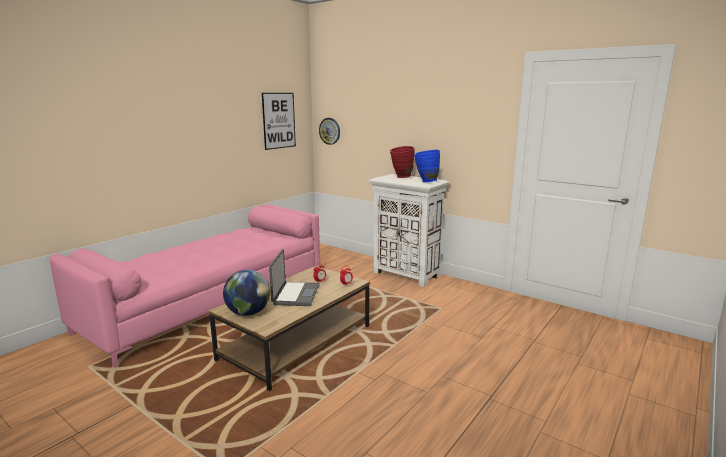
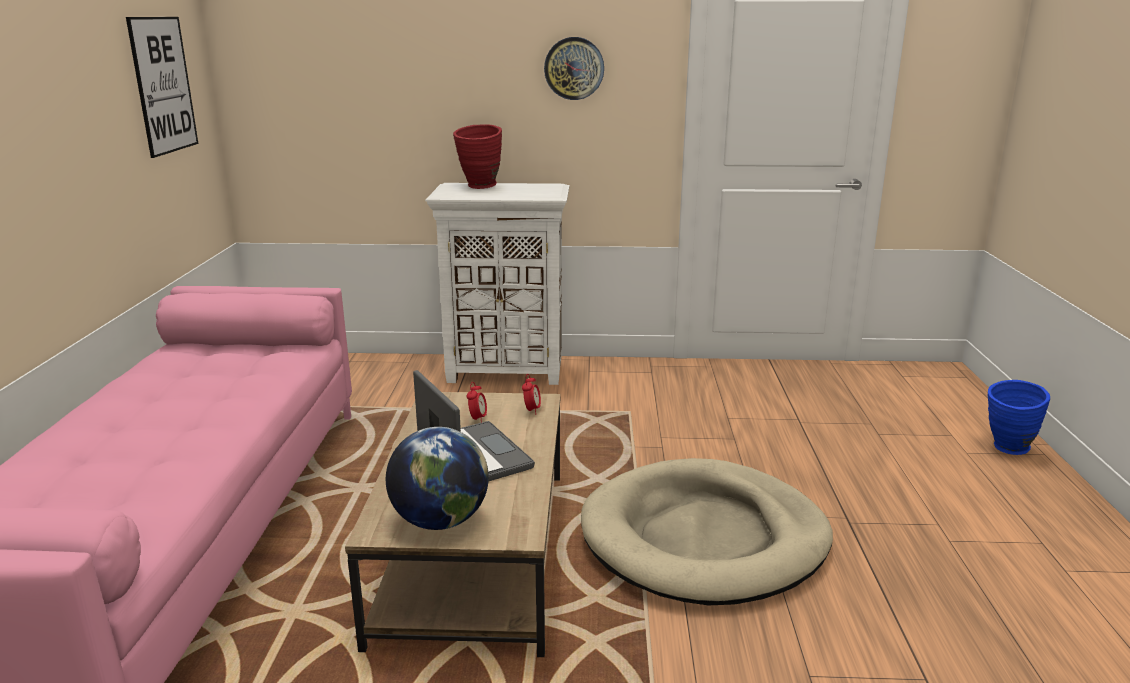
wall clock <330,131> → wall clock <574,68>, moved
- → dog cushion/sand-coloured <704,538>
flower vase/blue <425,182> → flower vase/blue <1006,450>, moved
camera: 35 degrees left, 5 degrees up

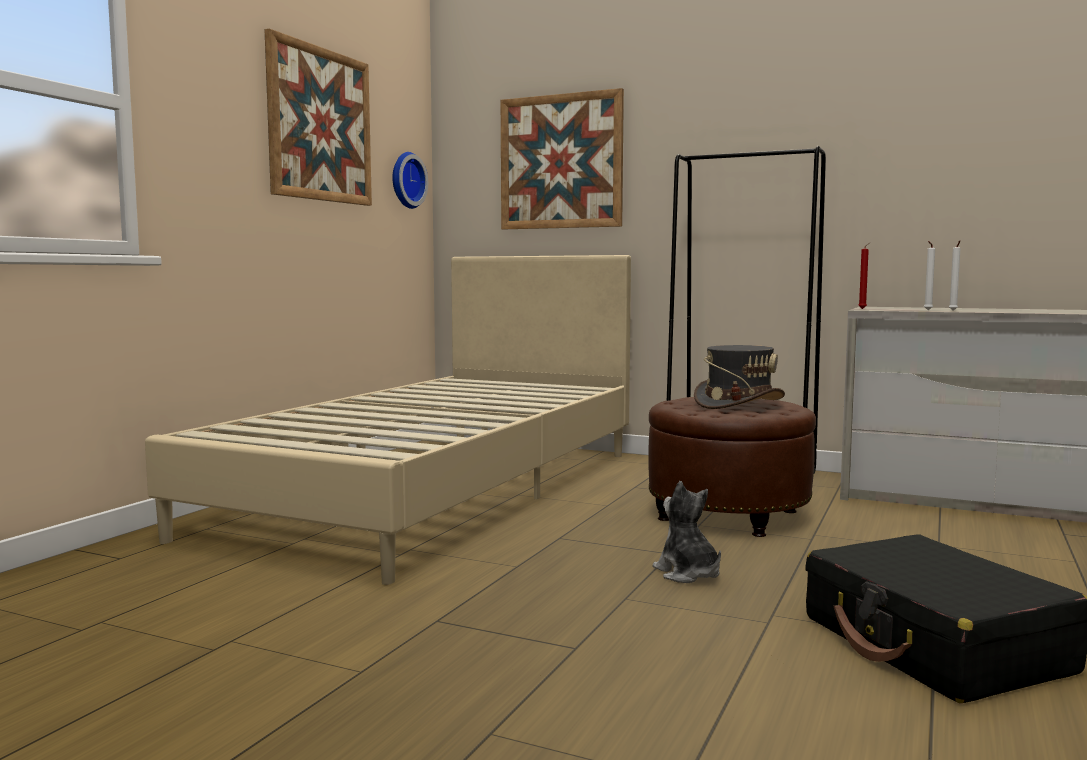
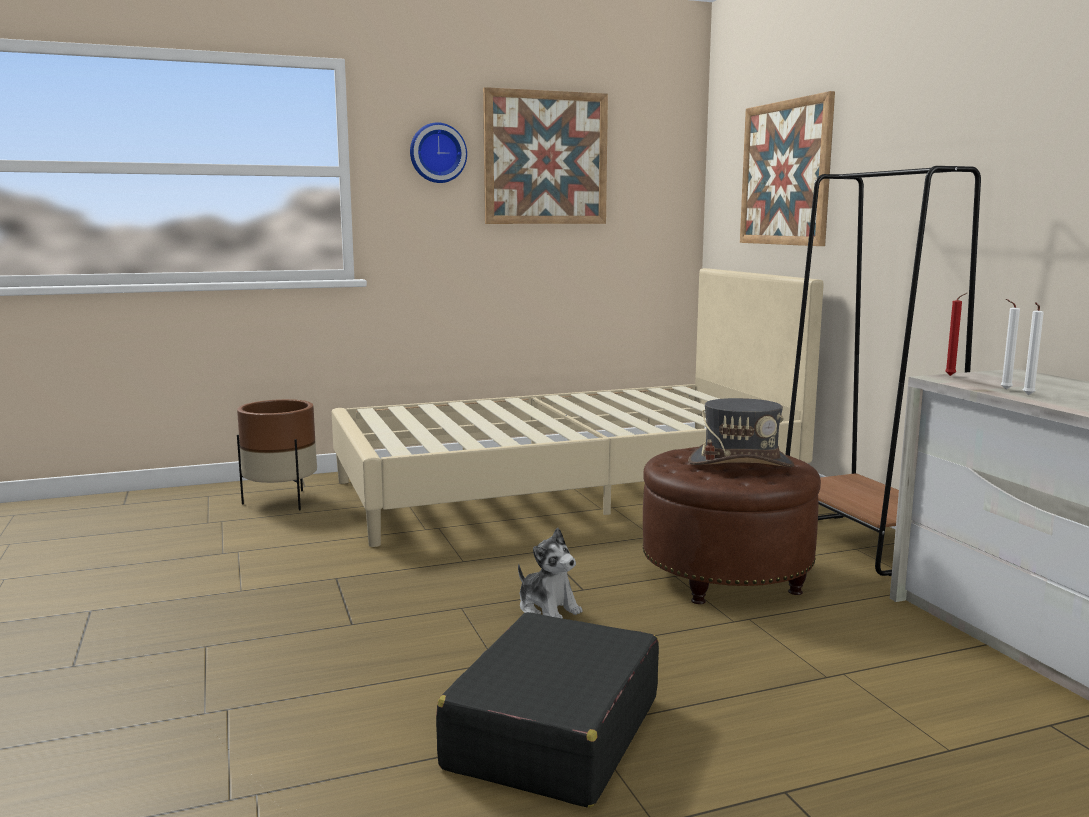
- → plant pot/brownish <281,501>
wall clock <405,180> → wall clock <437,153>, moved
soft toy <687,574> → soft toy <548,608>, 120 degrees clockwise
camera: 45 degrees right, 5 degrees up

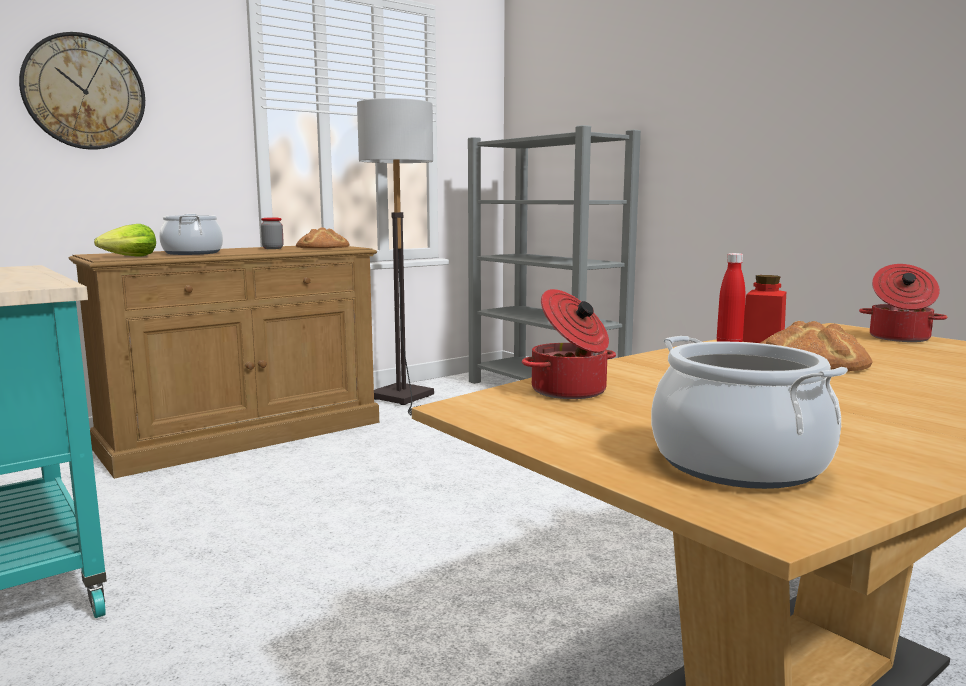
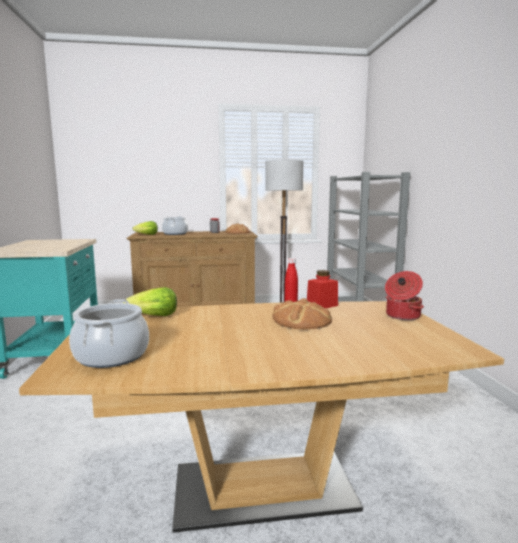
saucepot <570,391> → head of lettuce <153,316>
wall clock <84,92> → -
camera: 30 degrees right, 0 degrees up

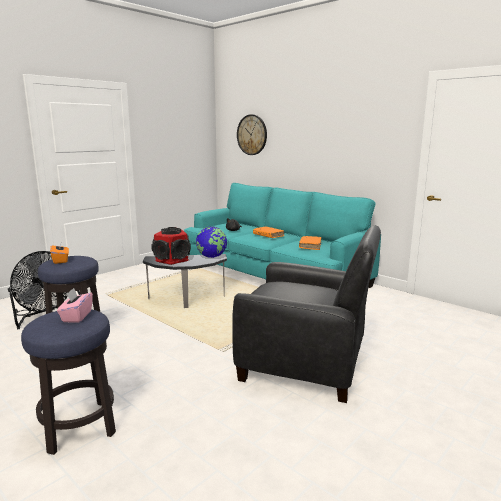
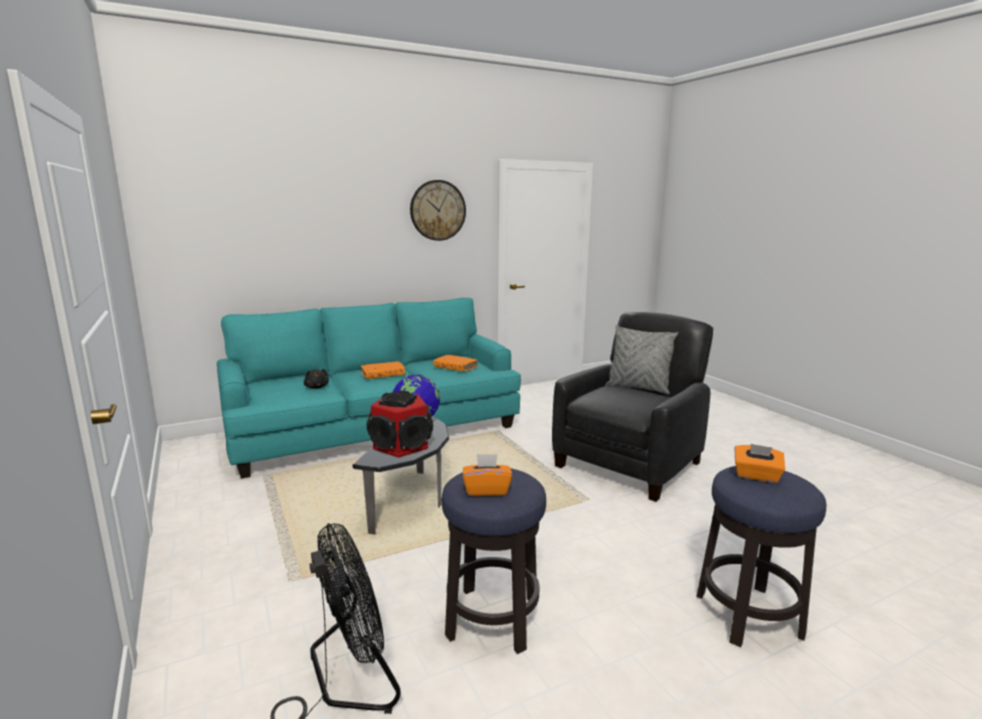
wall clock <252,135> → wall clock <438,210>, moved
- → throw pillow/grey <638,388>
tissue holder/pinkish <76,316> → tissue holder/orangey <756,476>
camera: 70 degrees left, 0 degrees up

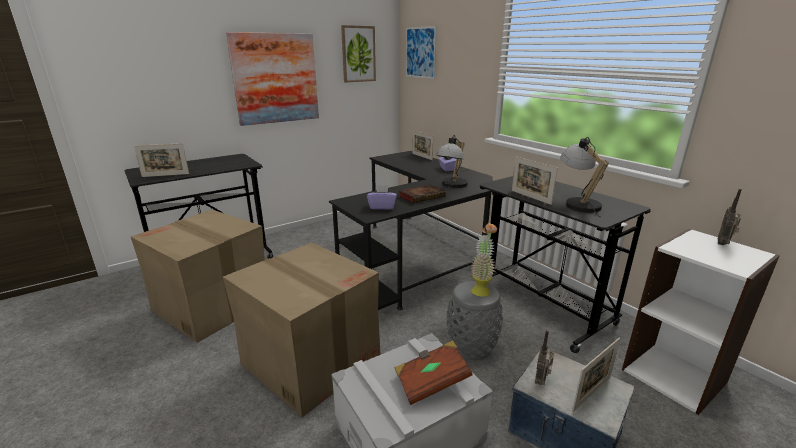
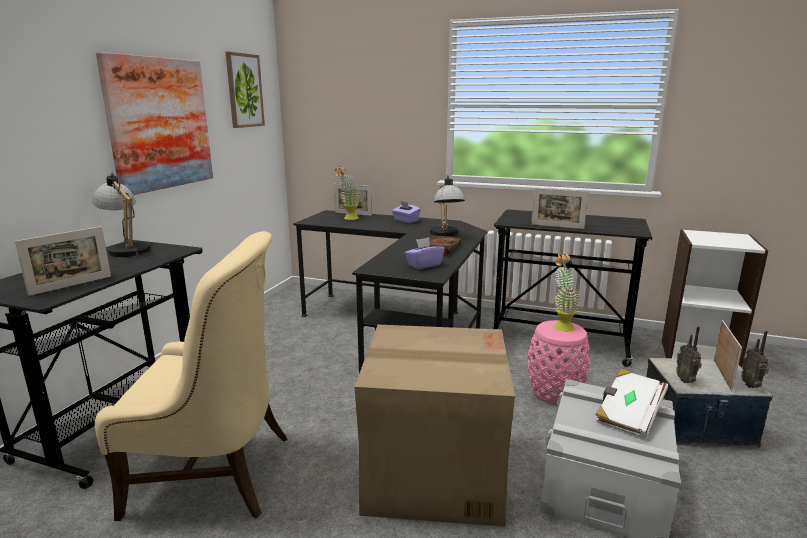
lamp for a table <577,203> → lamp for a table <126,249>, moved
carton <213,306> → chair/sand-coloured <214,472>
- → potted plant <348,219>
stool/grey <471,346> → stool/pinkish <554,393>
book/brownish <431,382> → book/white <628,415>
radio receiver <723,244> → radio receiver <751,385>, moved
picture <420,52> → -
camera: 35 degrees left, 5 degrees down

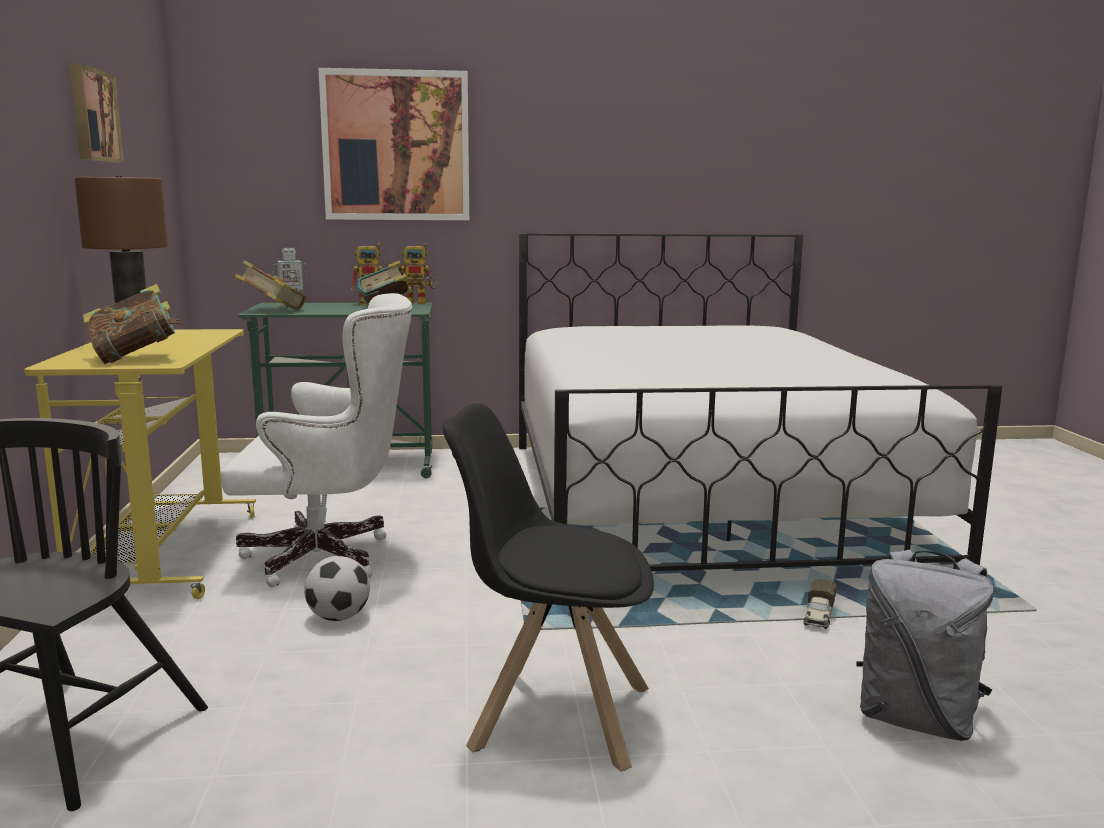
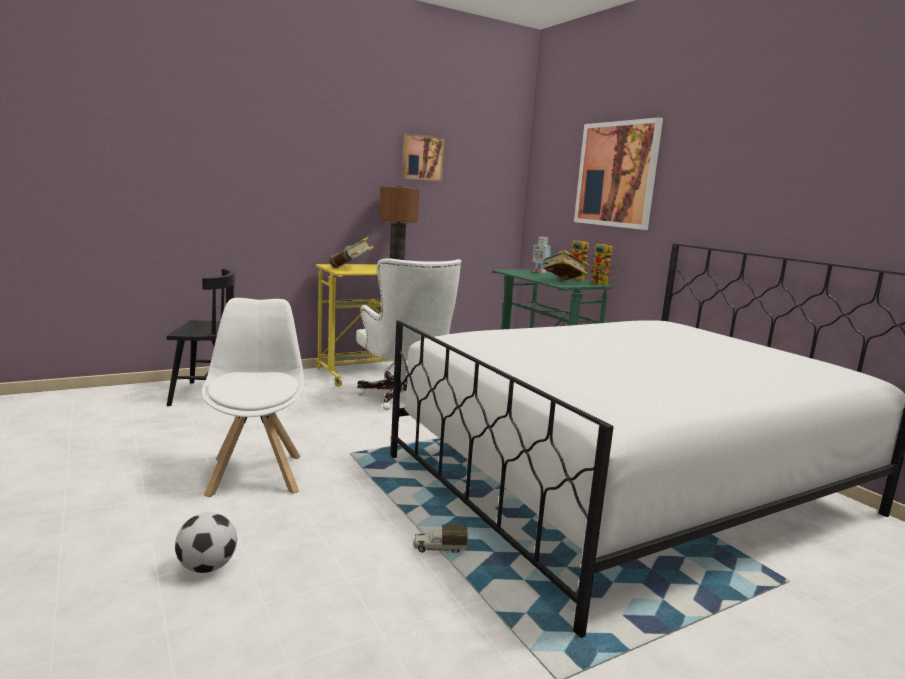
football ball <338,617> → football ball <207,567>, moved
chair/black-coloured <551,715> → chair/white <256,472>
book <272,310> → -
rucksack/grey <916,719> → -
camera: 65 degrees right, 0 degrees up

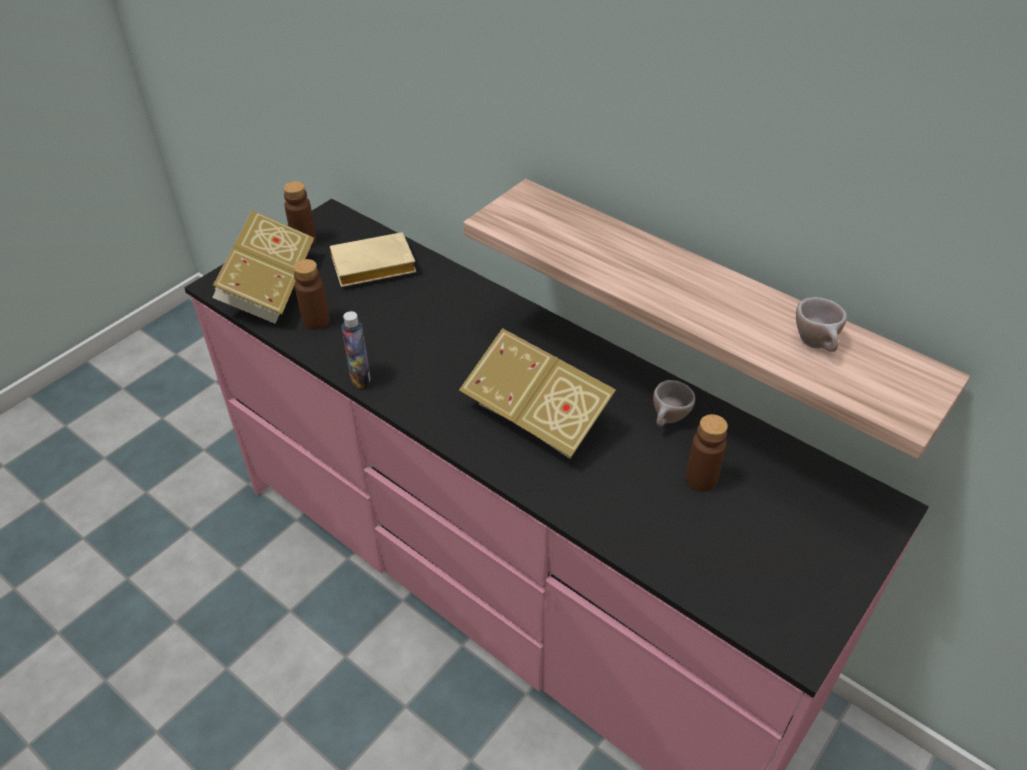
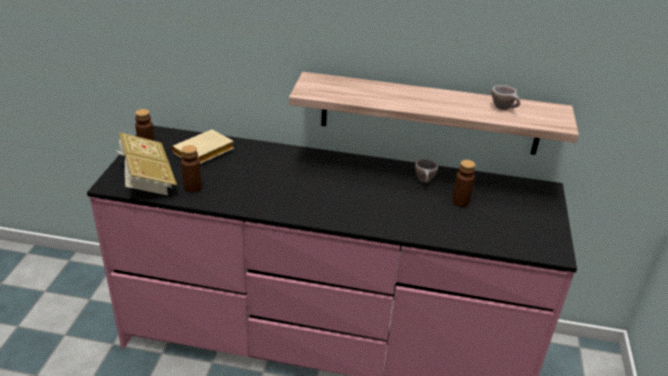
bottle <360,378> → -
book <537,416> → -
camera: 30 degrees left, 10 degrees down

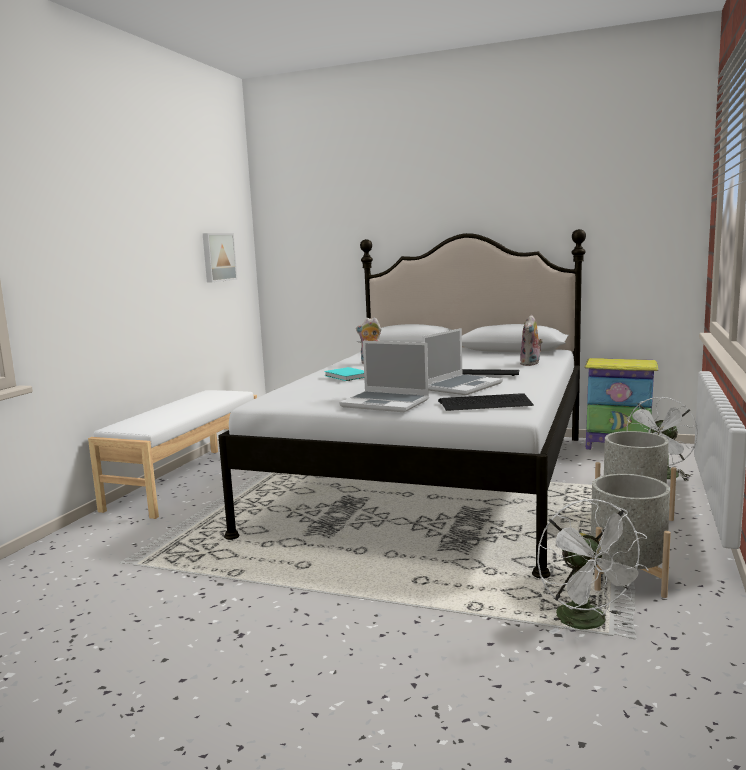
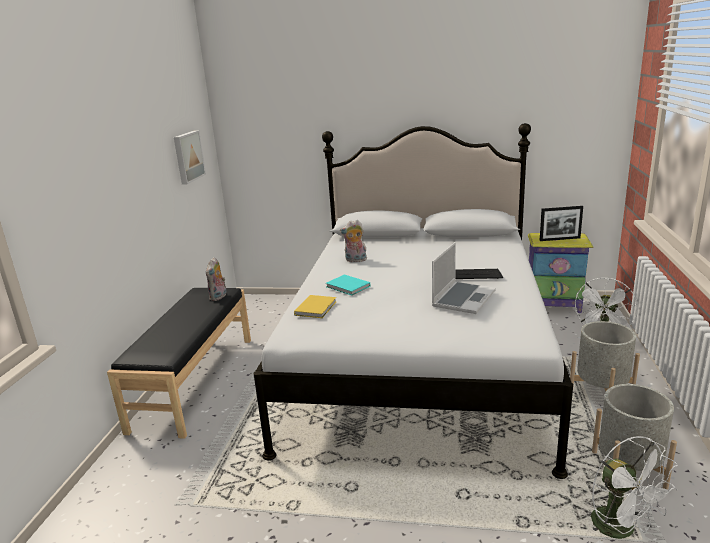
indoor bench/white <187,480> → indoor bench/black-coloured <194,381>
soft toy <531,364> → soft toy <219,297>, moved
- → book/yellow <317,308>
- → standing frame <559,239>
laptop <386,403> → -
computer keyboard <485,404> → -
camera: 10 degrees left, 10 degrees up

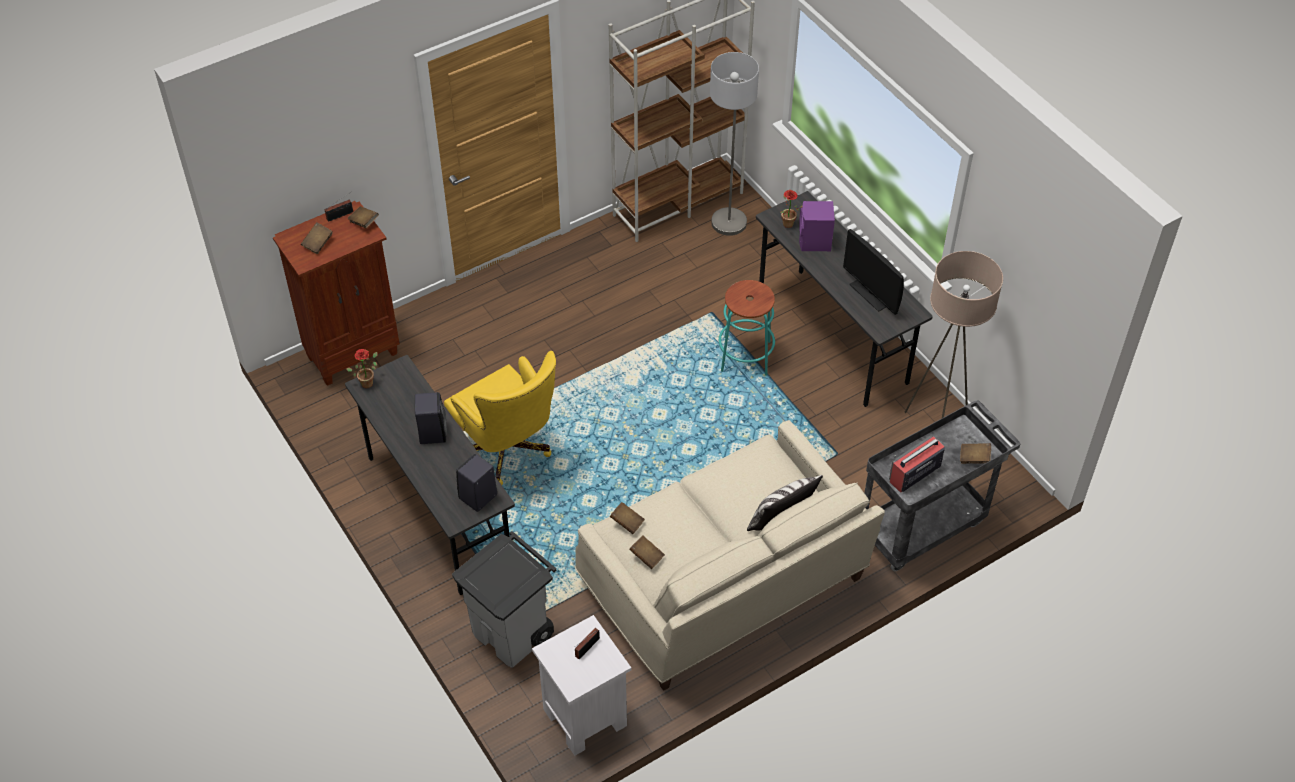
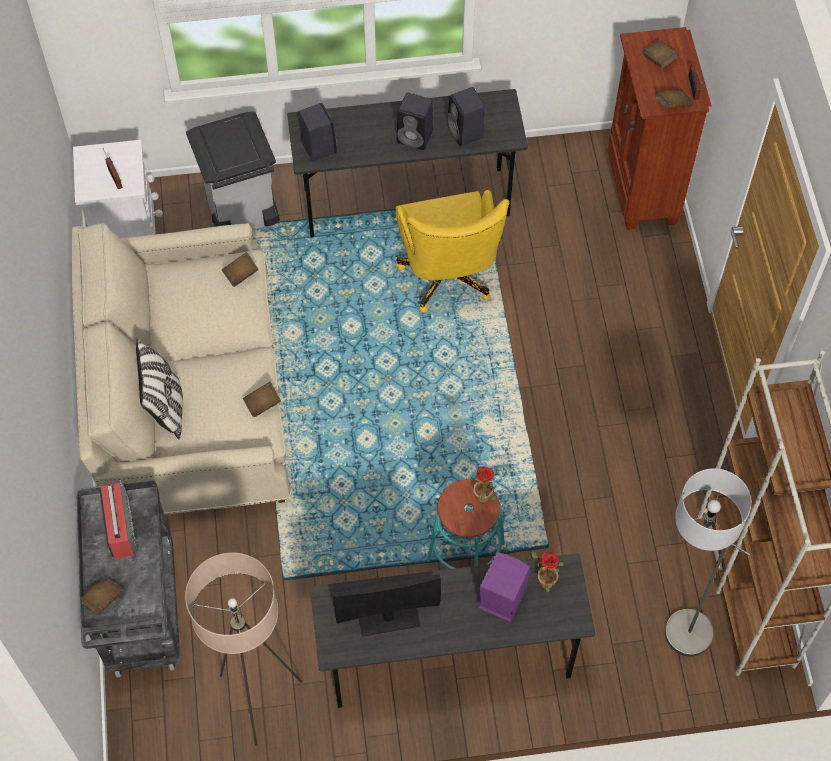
book/brownish <646,557> → book/brownish <262,404>, moved
desk chair/yellow <508,453> → desk chair/yellow <448,280>, 90 degrees counterclockwise
- → loudspeaker/black-coloured <466,132>
potted plant <368,382> → potted plant <484,498>, moved
camera: 115 degrees right, 10 degrees up

